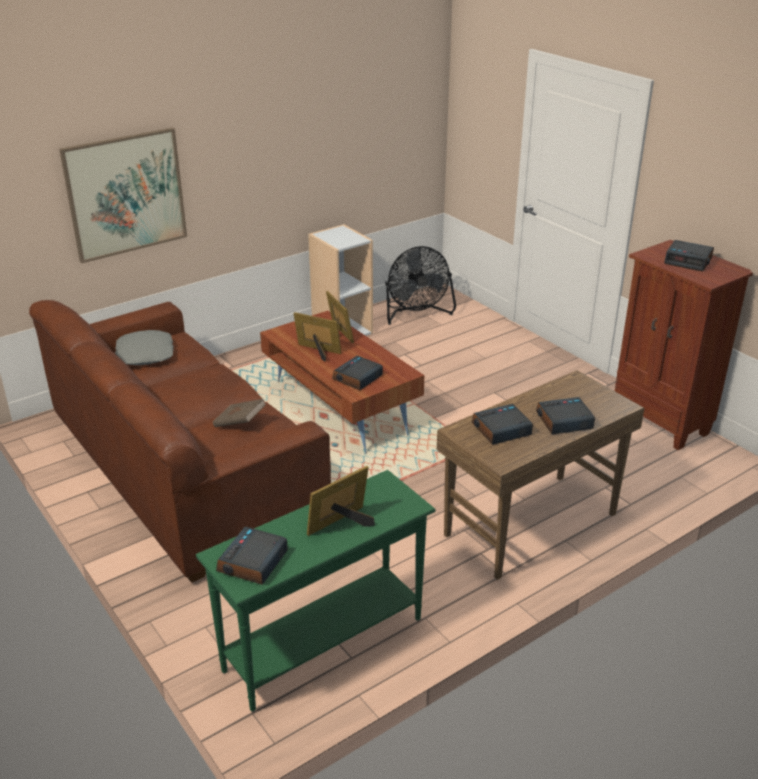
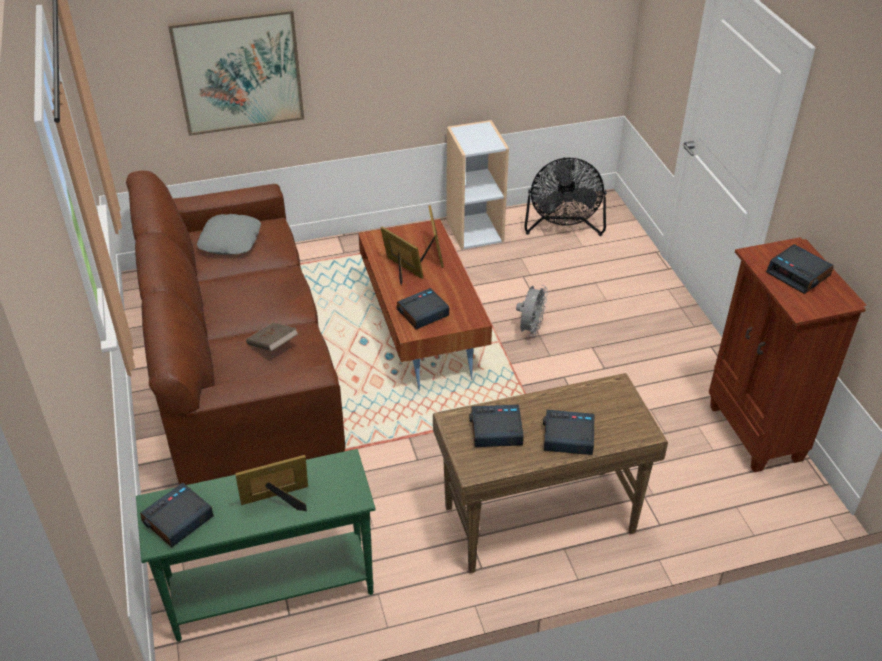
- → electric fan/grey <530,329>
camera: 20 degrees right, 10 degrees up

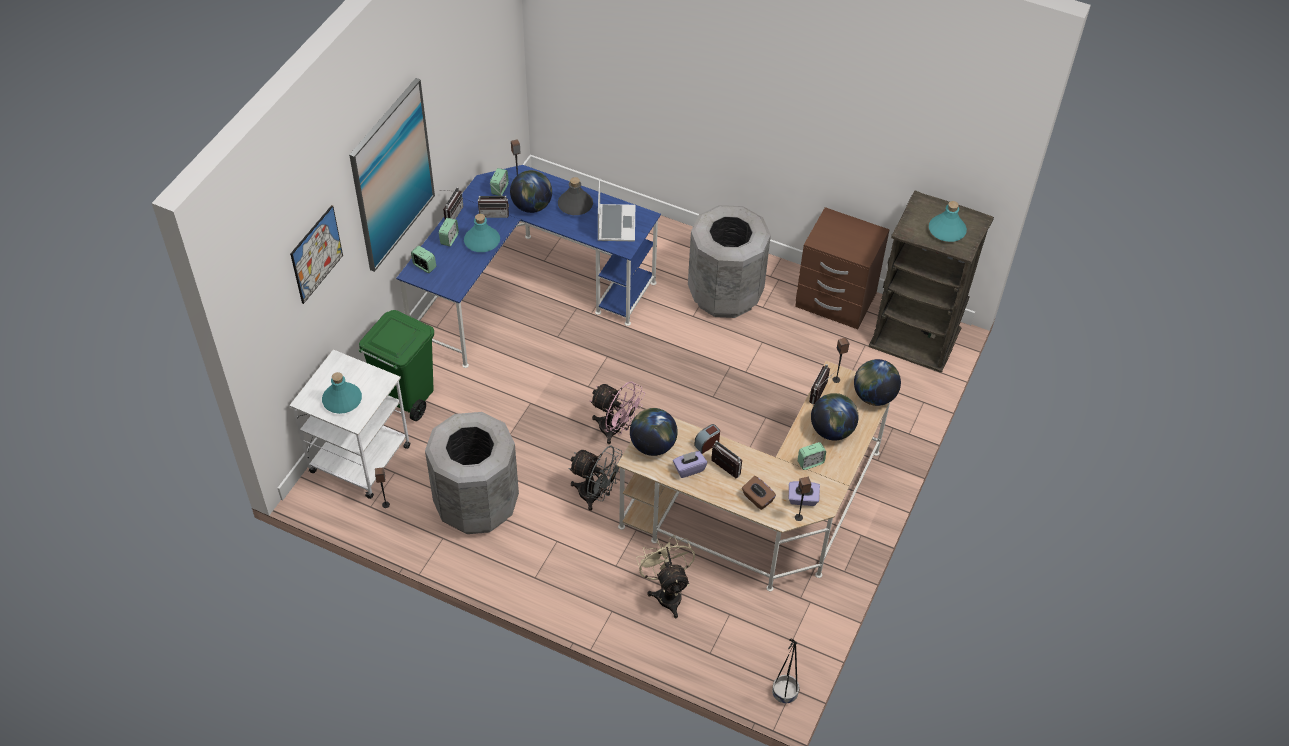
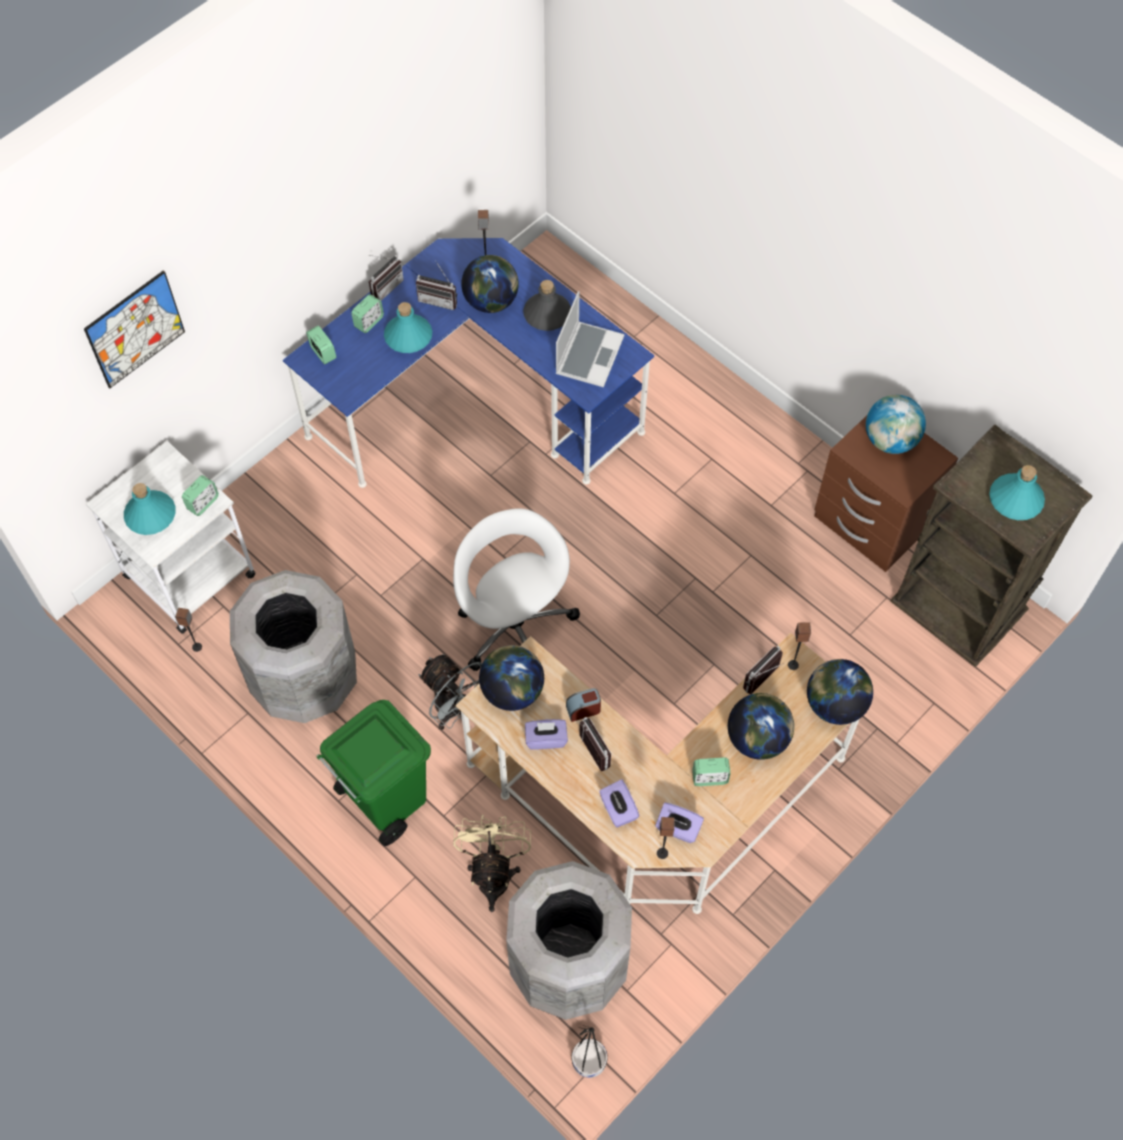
bedside clock <499,189> → bedside clock <203,503>, moved
rubbish bin/green <405,397> → rubbish bin/green <385,799>, moved
electric fan/pinkish <615,430> → desk chair/white <514,627>
rubbish bin/grey <725,294> → rubbish bin/grey <568,964>, moved
tissue holder/brownish <757,499> → tissue holder/purplish <618,809>
- → world globe <890,440>
picture <392,175> → -
camera: 20 degrees right, 10 degrees up

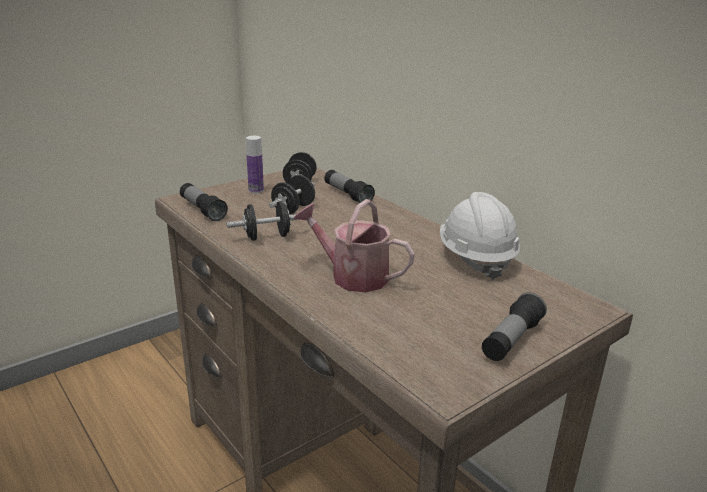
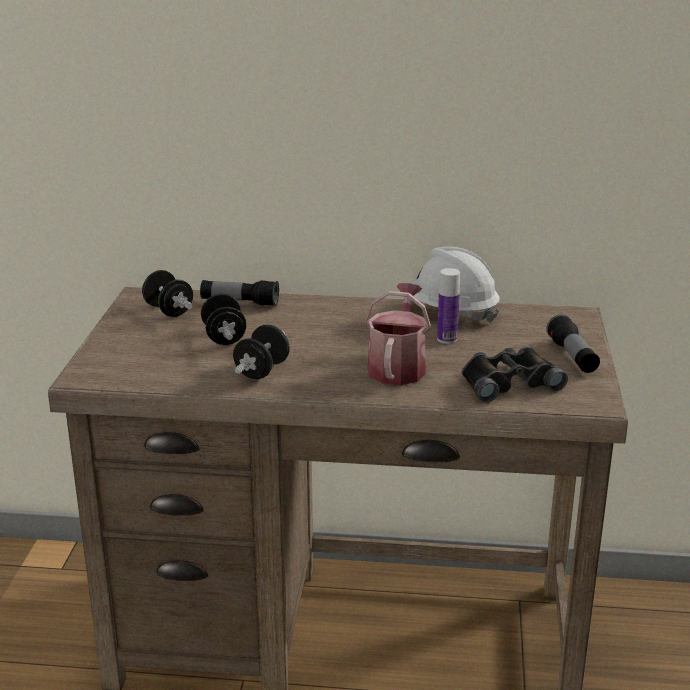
sprinkling can <352,276> → sprinkling can <398,366>, 120 degrees clockwise
bottle <256,190> → bottle <447,339>, moved
- → binoculars/black-coloured <508,381>
hand torch <202,210> → -
camera: 45 degrees left, 0 degrees up

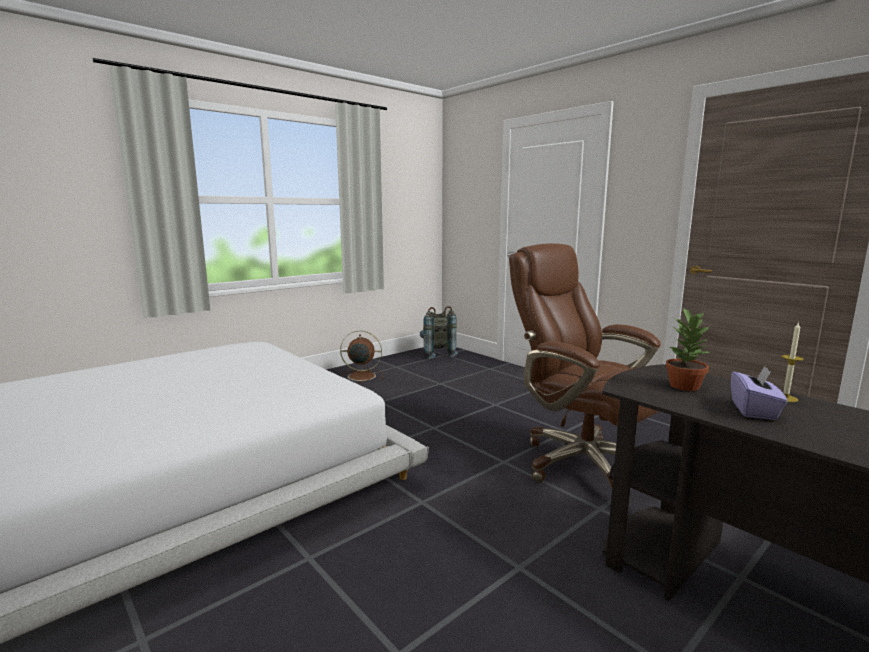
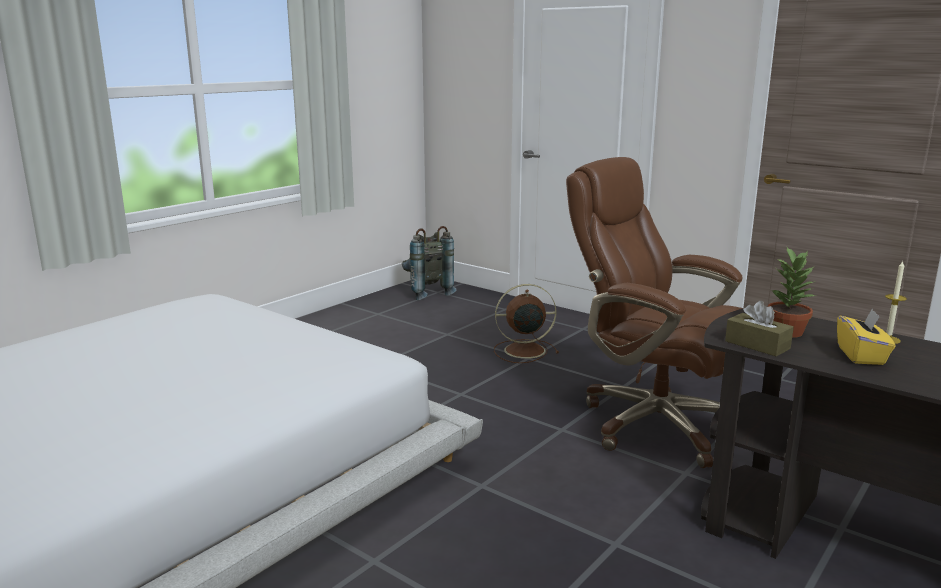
electric fan/brownish <360,376> → electric fan/brownish <522,351>, moved
- → tissue holder/brownish <757,345>
tissue holder/purplish <754,410> → tissue holder/yellow <861,355>
camera: 10 degrees left, 5 degrees up

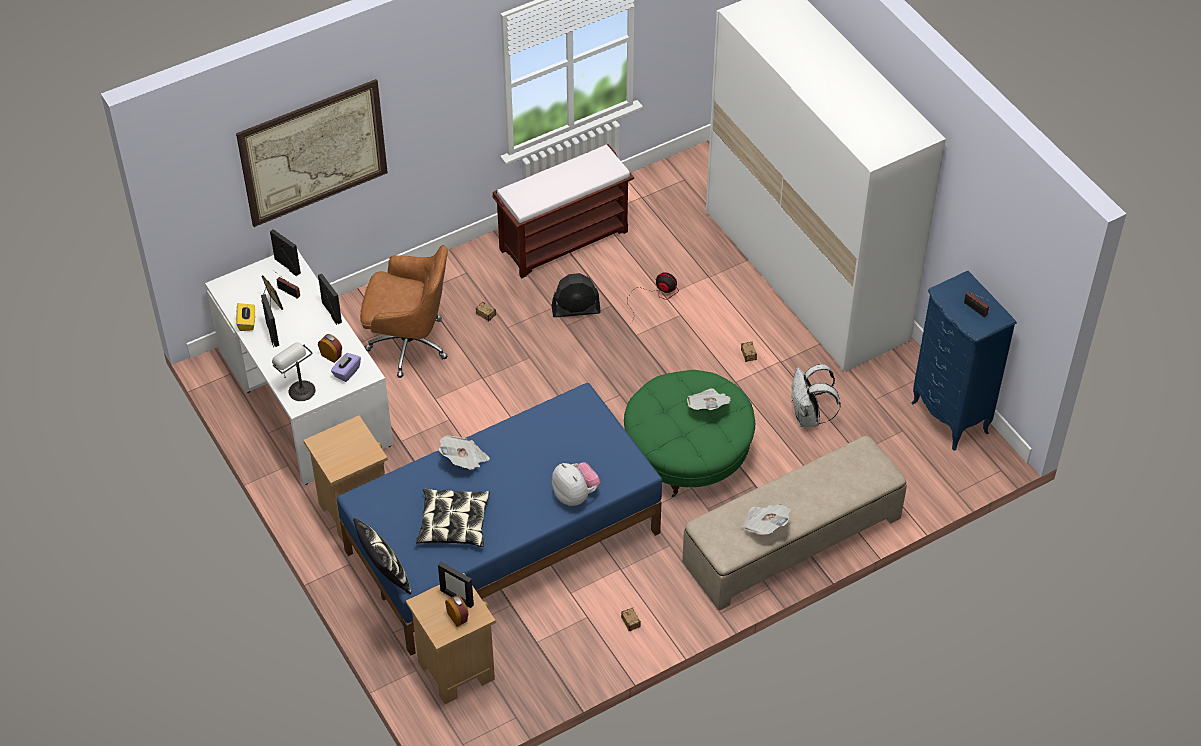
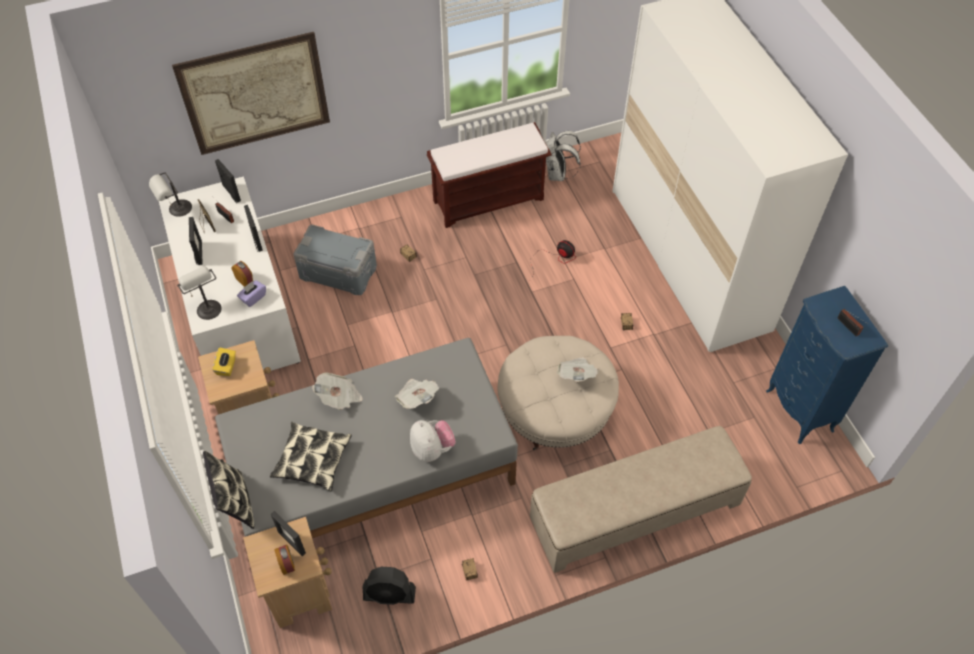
- → lamp for a table <176,210>
tissue holder/yellow <247,322> → tissue holder/yellow <226,367>, moved
sleeping bed/blue <501,541> → sleeping bed/grey <371,469>
desk chair/brownish <409,344> → storage box/grey <338,273>
electric fan/black-coloured <576,309> → electric fan/black-coloured <389,594>, moved
daily paper <765,525> → daily paper <417,398>, moved
pouffe/green <687,453> → pouffe/sand-coloured <555,409>
rucksack/white <808,417> → rucksack/white <558,174>, moved
camera: 10 degrees right, 5 degrees up

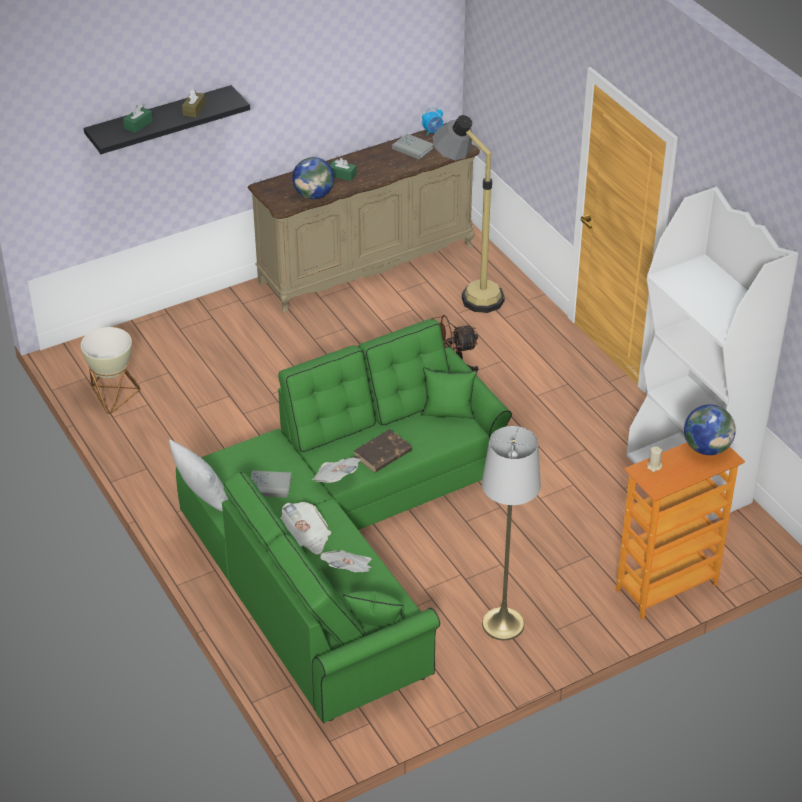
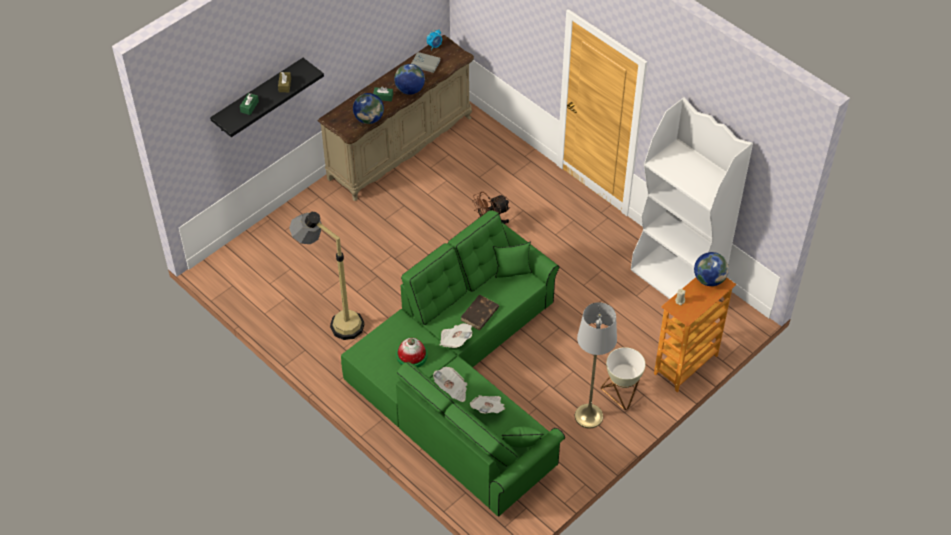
floor lamp <467,291> → floor lamp <333,320>, moved
- → world globe <410,90>
book/grey <270,486> → clothing hat <411,355>
plant pot <113,397> → plant pot <621,394>, moved
throw pillow/grey <203,501> → -
camera: 15 degrees left, 10 degrees up

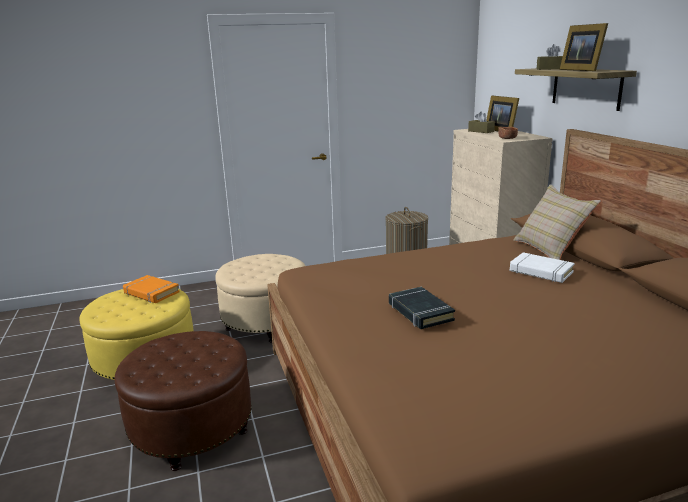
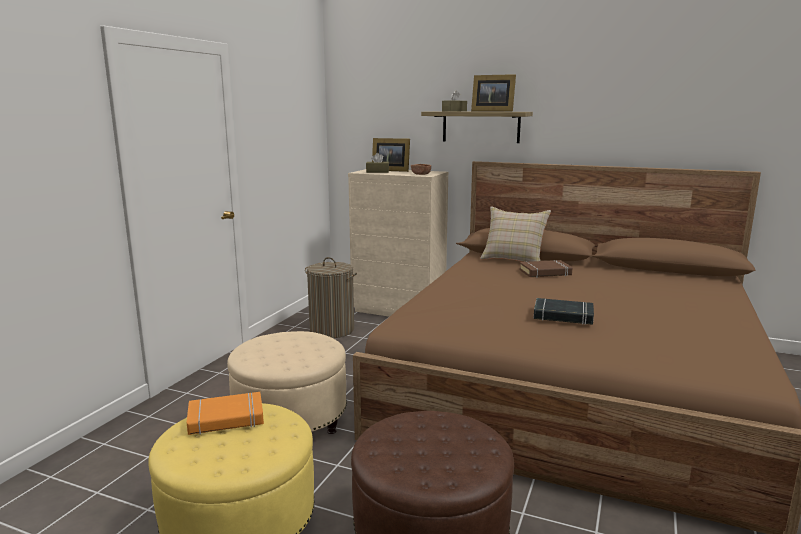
book/white <540,272> → book/brownish <545,272>
camera: 50 degrees left, 5 degrees down

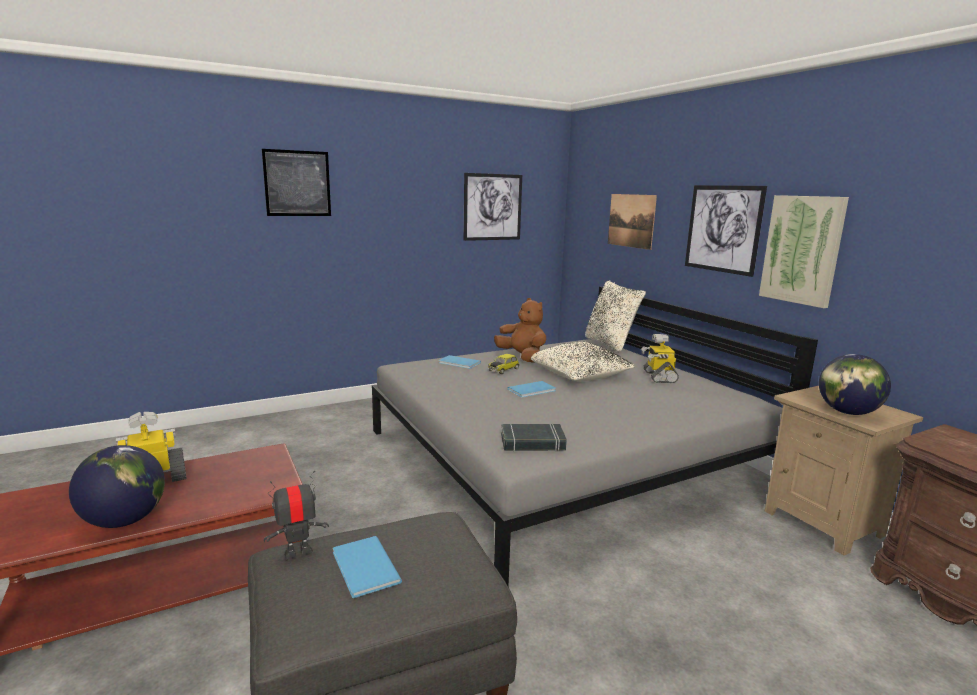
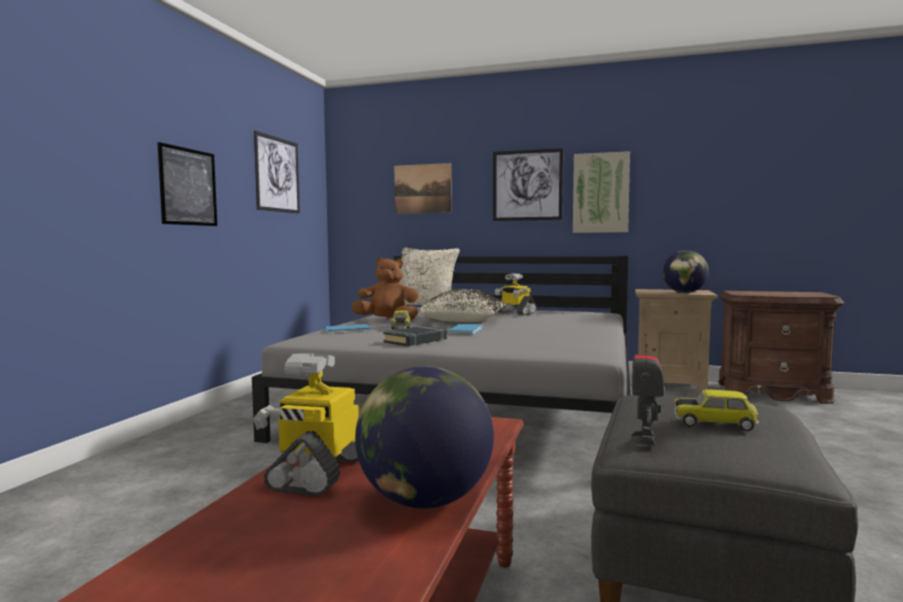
picture <297,183> → picture <188,187>, moved
book/black-coloured <532,442> → book/black-coloured <416,341>, moved
book/blue <364,569> → miniature car <714,423>
camera: 45 degrees left, 10 degrees down

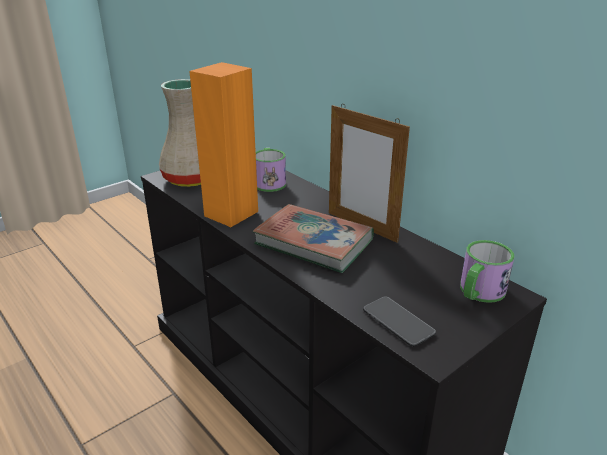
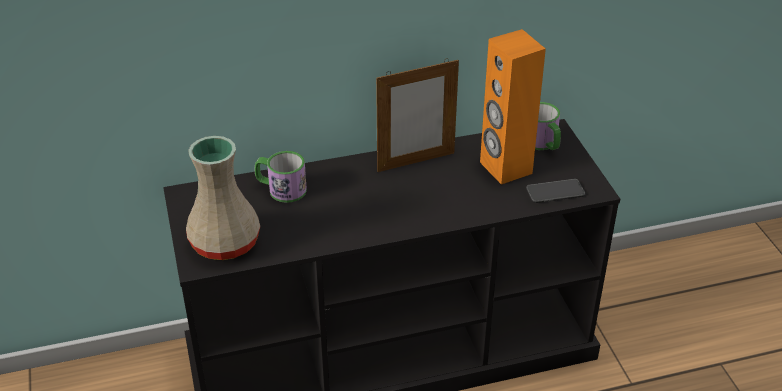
loudspeaker/orangey <230,213> → loudspeaker/orangey <505,168>, moved
book <314,243> → -
camera: 65 degrees left, 10 degrees up

